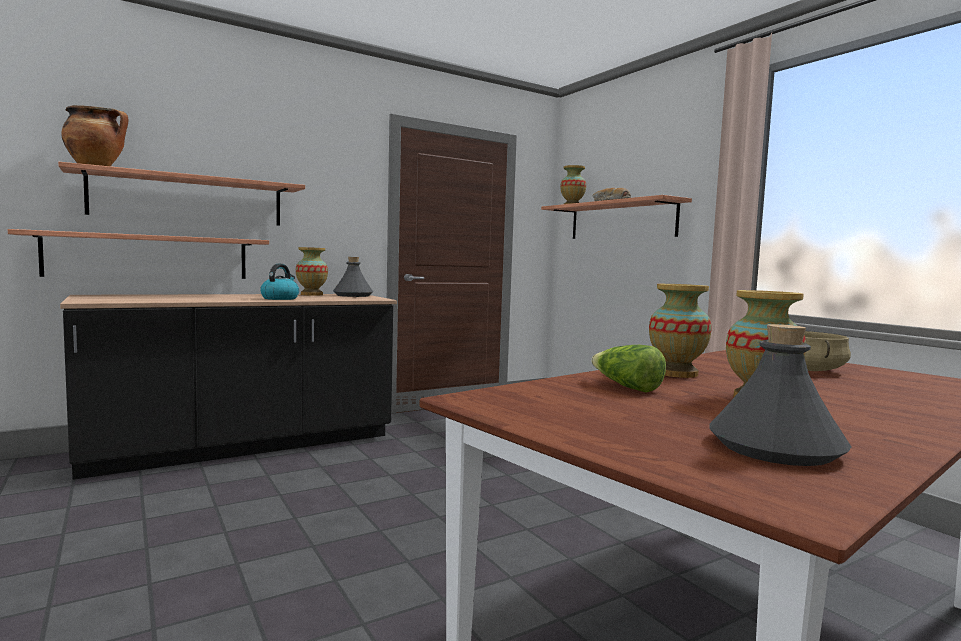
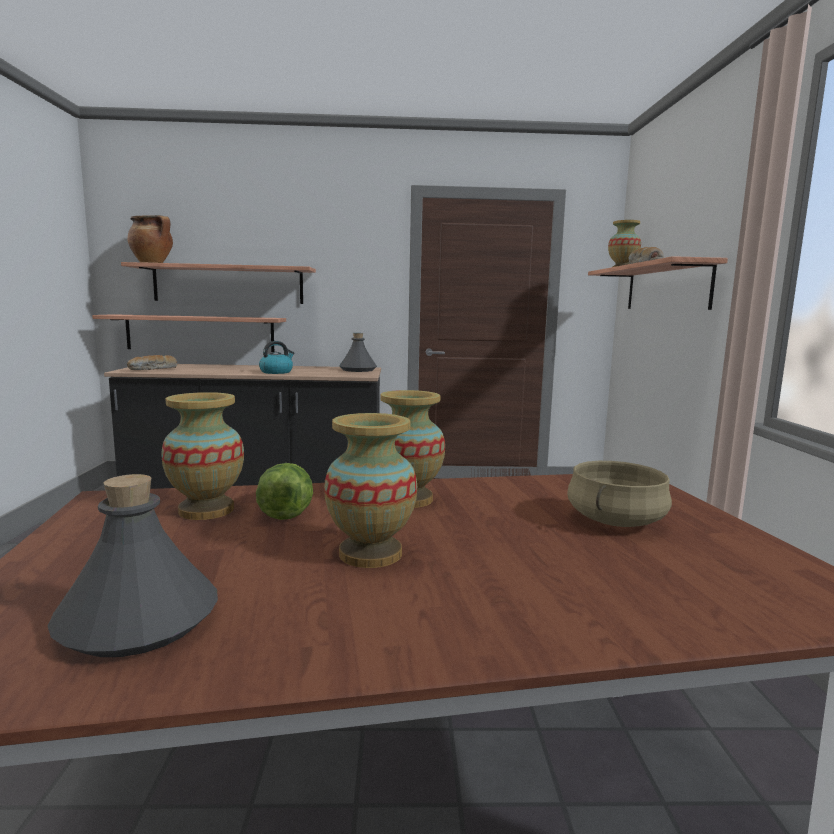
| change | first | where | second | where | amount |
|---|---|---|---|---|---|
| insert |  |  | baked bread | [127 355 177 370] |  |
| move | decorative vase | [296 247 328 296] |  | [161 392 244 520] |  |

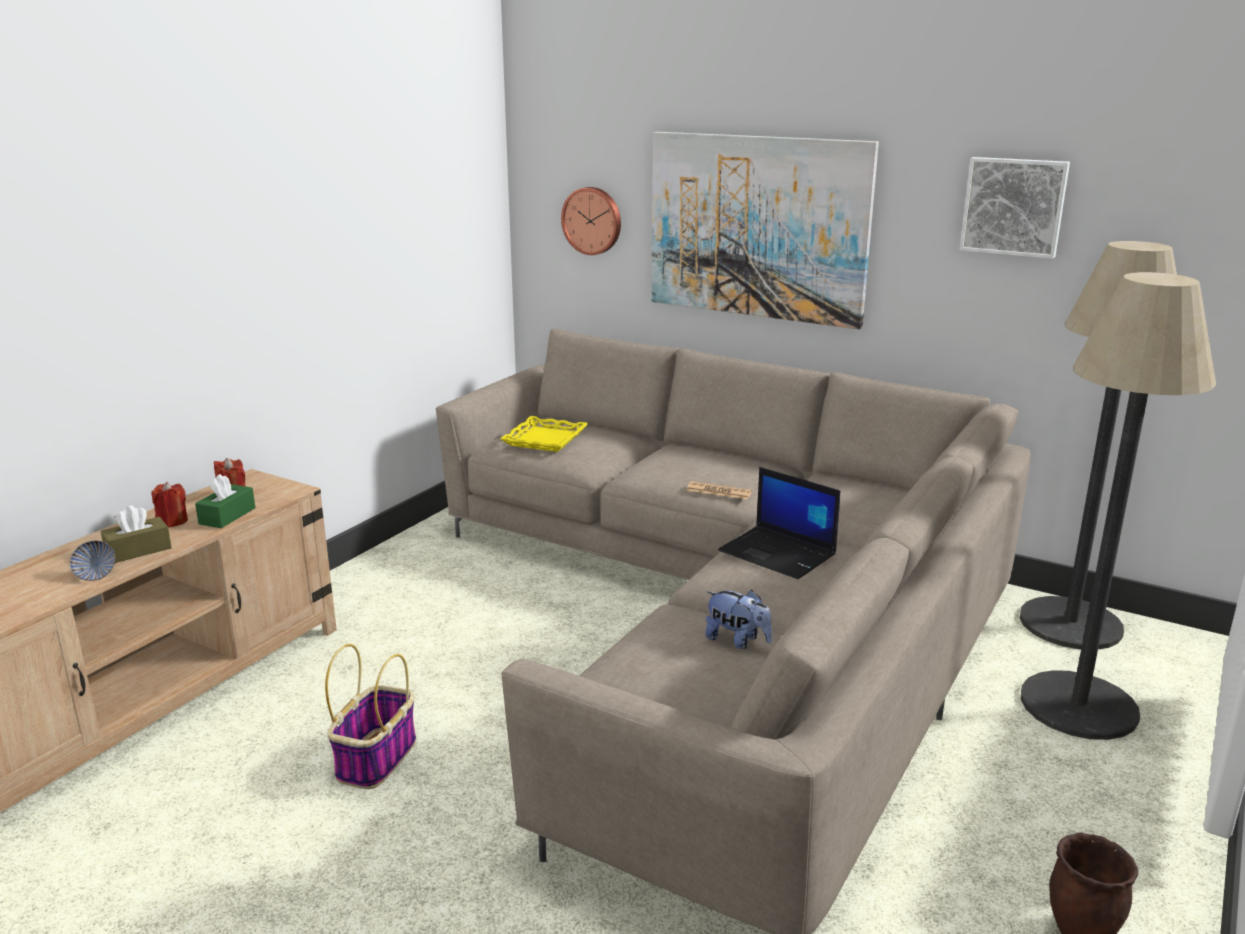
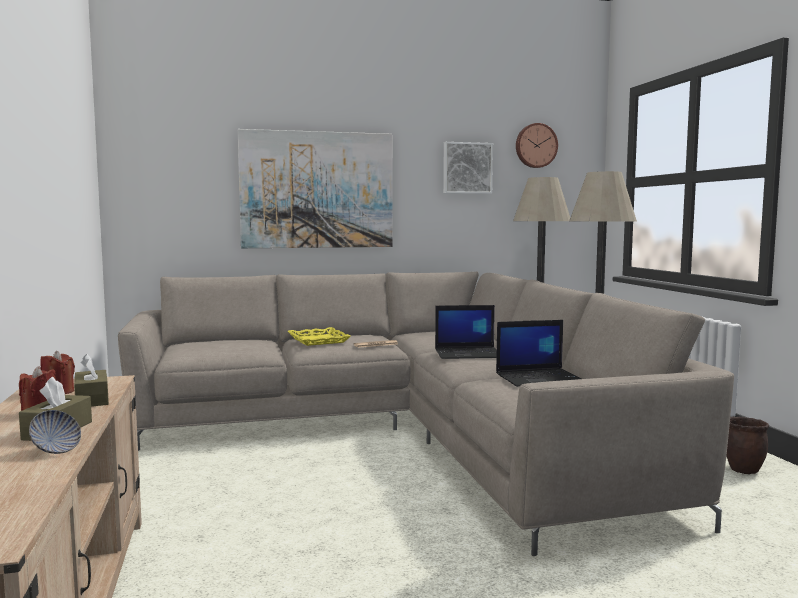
| change | first | where | second | where | amount |
|---|---|---|---|---|---|
| delete | storage basket | [325 644 416 789] |  |  |  |
| move | yellow serving tray | [500 416 588 452] |  | [287 327 351 346] |  |
| move | clock on the wall | [561 187 621 255] |  | [516 123 558 168] |  |
| replace | soft toy | [705 590 772 649] | laptop | [496 320 581 387] |  |
| recolor | green-coloured box of tissues | [195 474 255 528] | brown-coloured box of tissues | [74 354 109 407] |  |

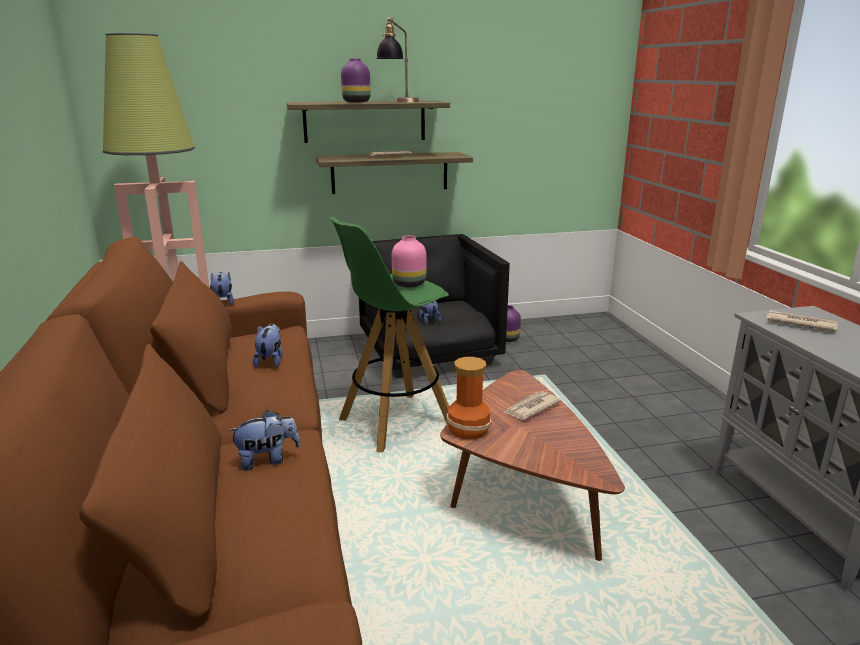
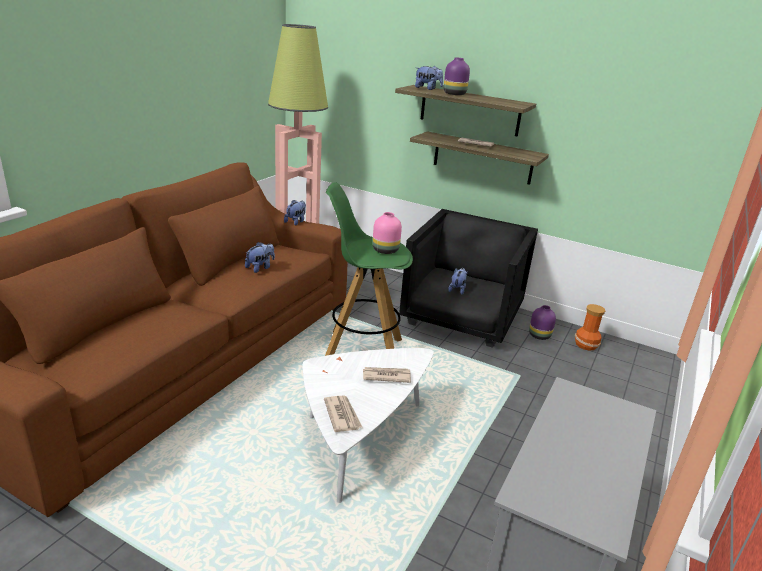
| change | first | where | second | where | amount |
|---|---|---|---|---|---|
| delete | table lamp | [376 17 419 102] |  |  |  |
| move | soft toy | [228 410 301 471] |  | [415 66 443 90] |  |
| move | decorative vase | [446 357 492 439] |  | [575 304 605 351] |  |
| move | printed paper | [767 310 838 332] |  | [324 395 362 432] |  |
| recolor | brown-coloured low table | [440 370 625 561] | whitish low table | [303 348 434 503] |  |

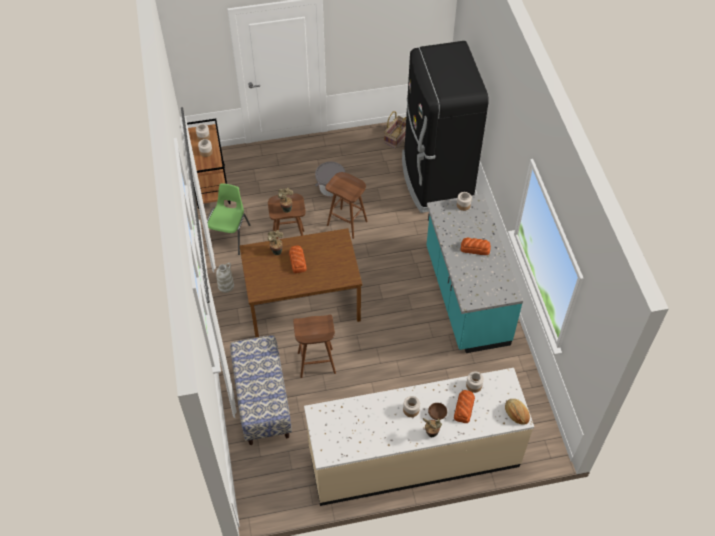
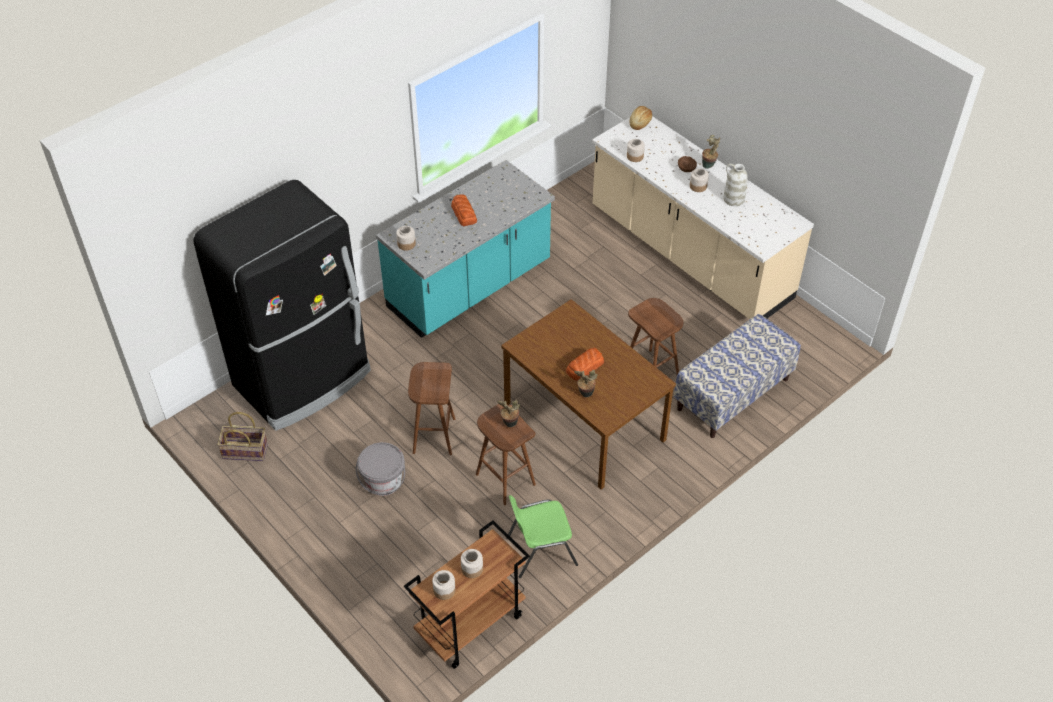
| change | first | where | second | where | amount |
|---|---|---|---|---|---|
| delete | baked bread | [454 390 475 423] |  |  |  |
| move | whitish decorative vase | [216 263 234 293] |  | [723 164 748 206] |  |

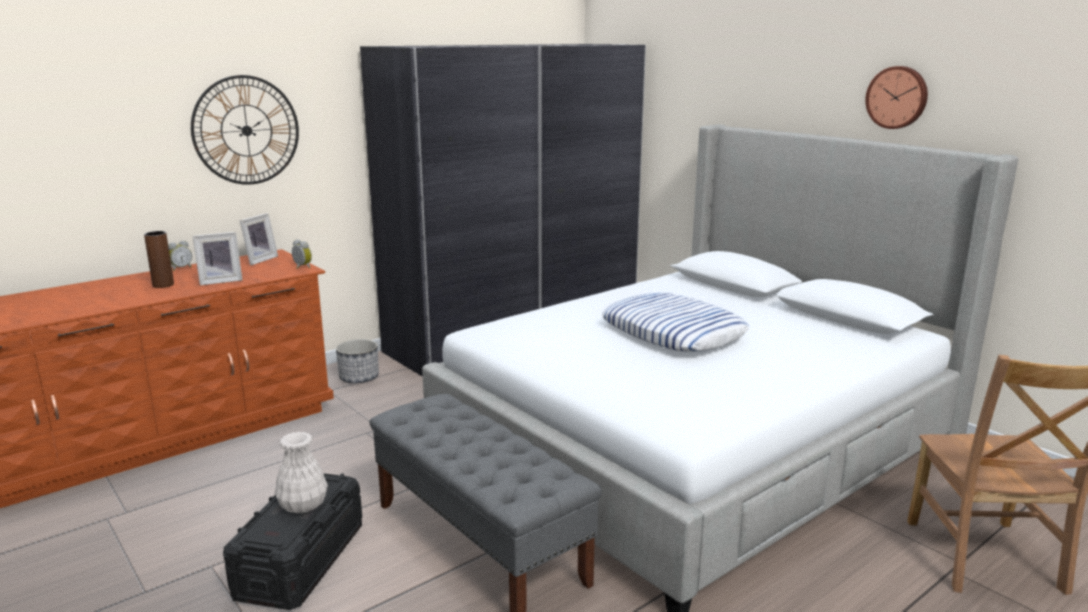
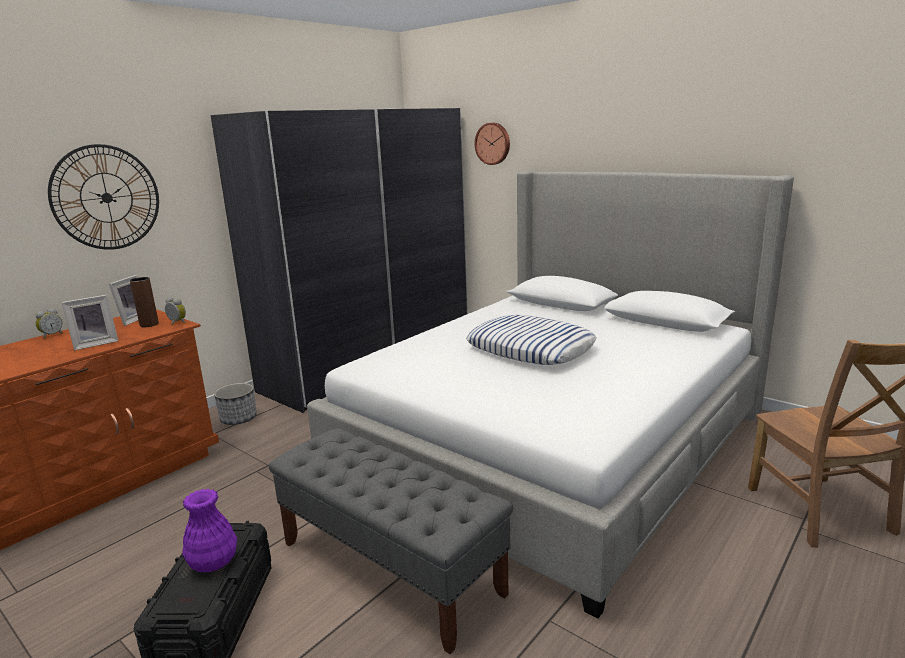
| change | first | where | second | where | amount |
|---|---|---|---|---|---|
| move | brown-coloured decorative vase | [144 231 174 288] |  | [130 277 159 327] |  |
| move | clock on the wall | [865 66 928 129] |  | [475 123 510 165] |  |
| recolor | whitish decorative vase | [275 432 328 513] | purple decorative vase | [182 489 237 572] |  |

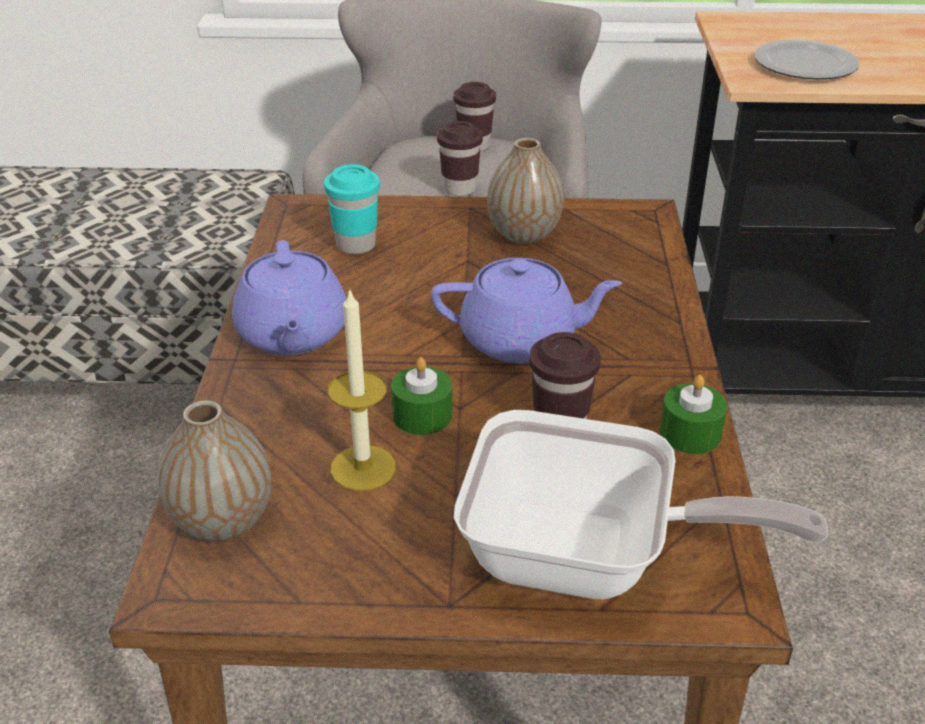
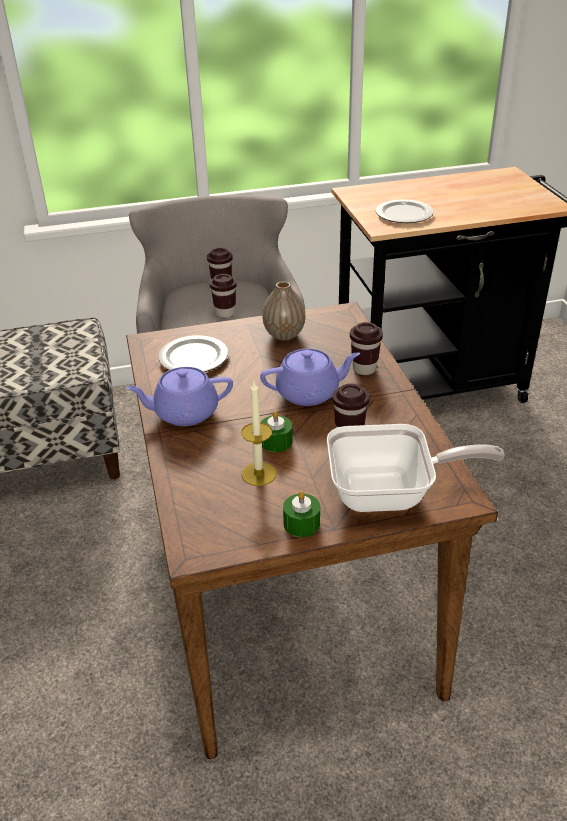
| change | first | where | second | where | amount |
|---|---|---|---|---|---|
| delete | decorative vase | [158 400 271 541] |  |  |  |
| insert |  |  | brown-coloured small cup | [350 322 383 375] |  |
| move | green-coloured wax candle | [660 375 727 454] |  | [283 491 320 537] |  |
| replace | blue-green small cup | [324 164 380 254] | plate | [158 335 228 372] |  |
| rotate | purple tea pot | [232 240 347 355] |  | [126 367 233 426] | 105 degrees clockwise |

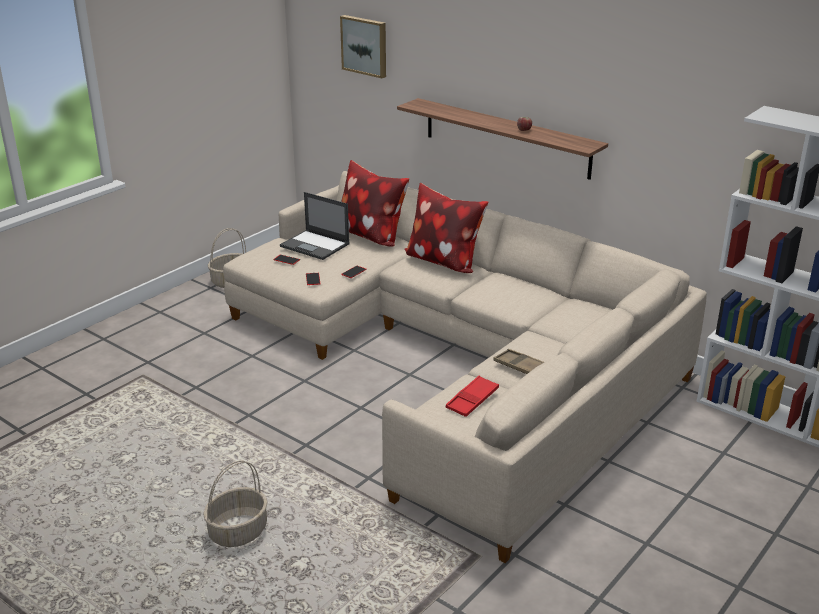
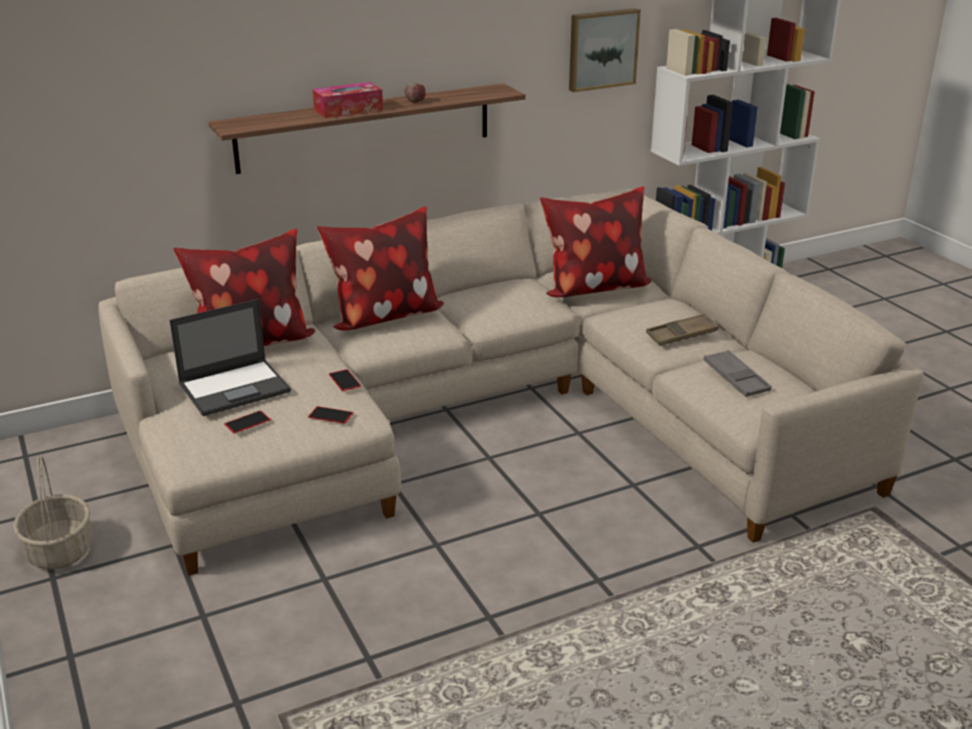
| change | first | where | second | where | amount |
|---|---|---|---|---|---|
| delete | storage basket | [203 461 268 547] |  |  |  |
| insert |  |  | box of tissues | [313 82 383 118] |  |
| insert |  |  | throw pillow | [540 186 652 297] |  |
| move | wall art | [340 15 386 78] |  | [569 8 641 92] |  |
| recolor | reddish serving tray | [446 376 499 417] | gray serving tray | [704 350 771 397] |  |

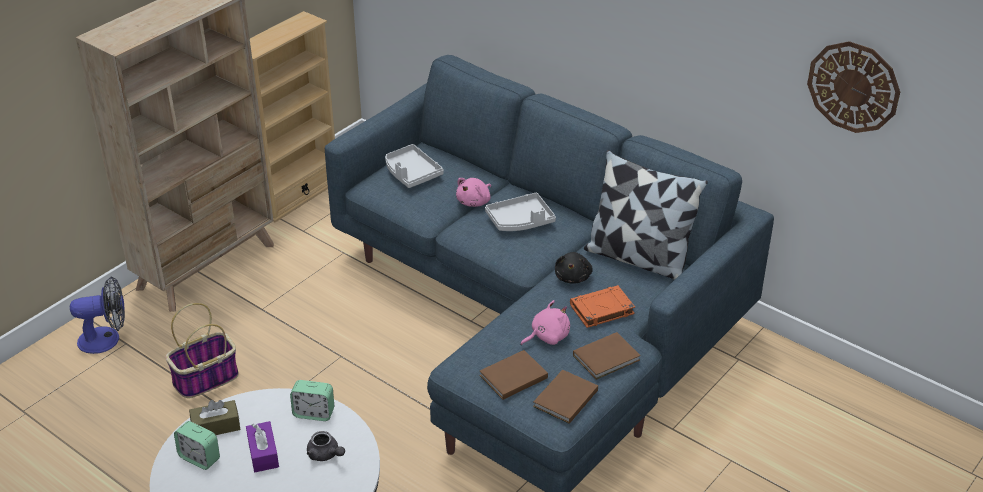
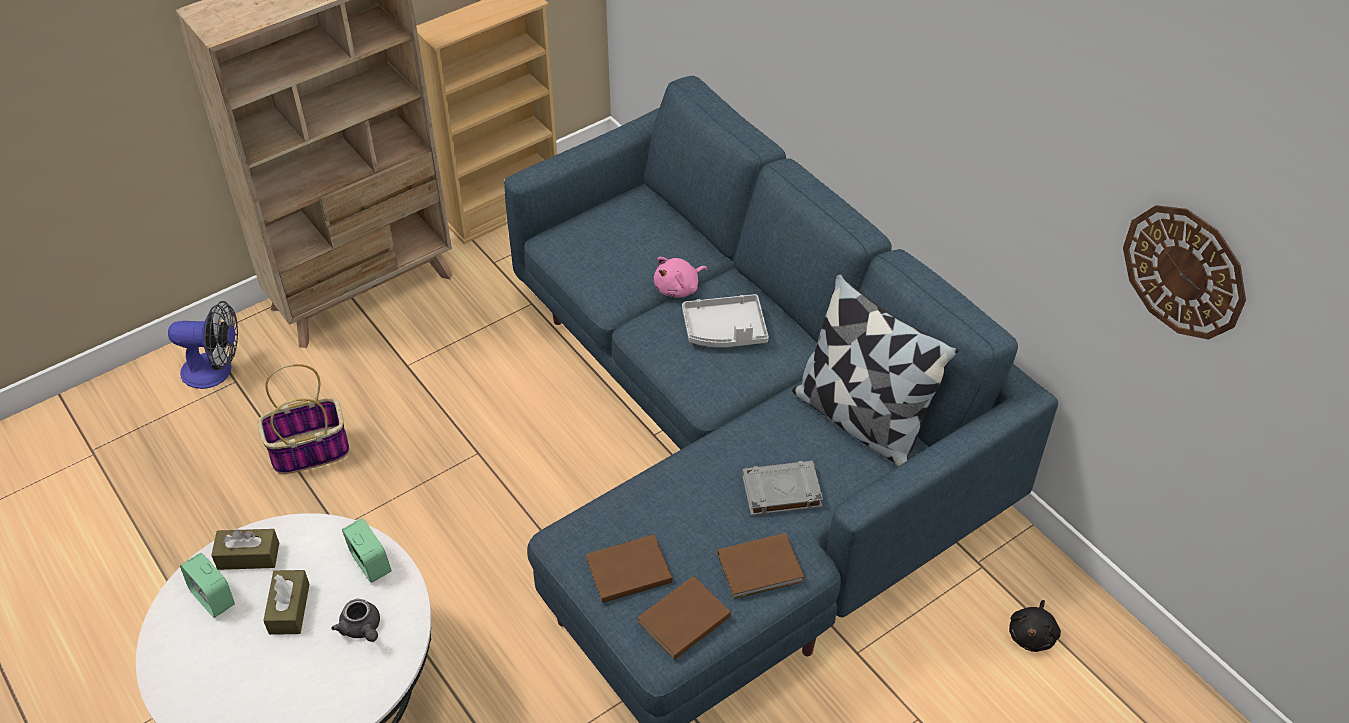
| change | first | where | second | where | amount |
|---|---|---|---|---|---|
| delete | gray serving tray | [385 144 444 188] |  |  |  |
| delete | pink-coloured soft toy | [521 300 570 345] |  |  |  |
| move | black soft toy | [555 252 593 284] |  | [1009 600 1061 652] |  |
| recolor | purple box of tissues | [246 421 279 472] | brown-coloured box of tissues | [263 570 309 635] |  |
| recolor | orangey book | [570 285 635 328] | gray book | [742 461 823 516] |  |
| rotate | alarm clock | [290 380 334 421] |  | [342 518 392 583] | 150 degrees counterclockwise |

